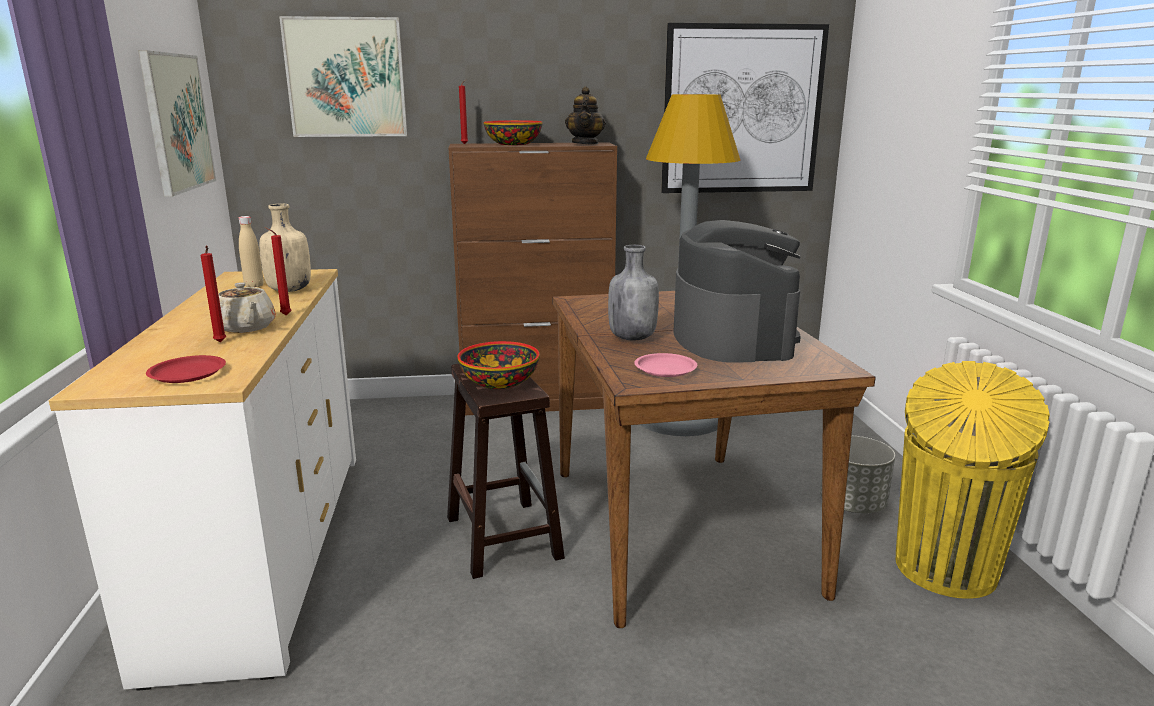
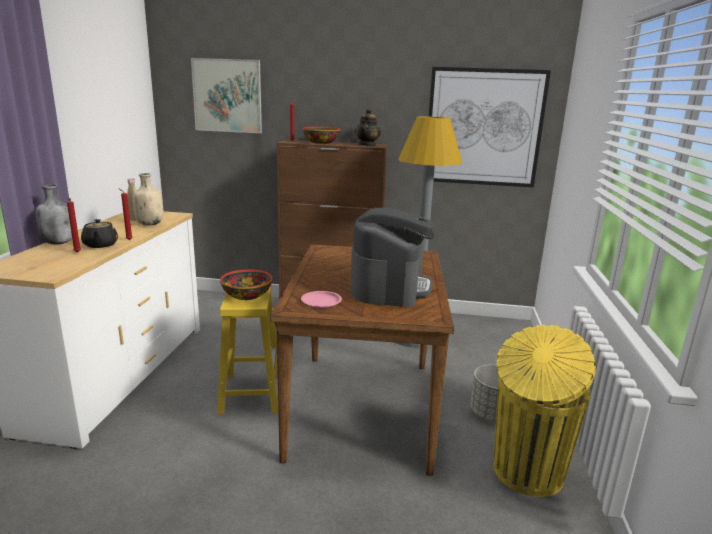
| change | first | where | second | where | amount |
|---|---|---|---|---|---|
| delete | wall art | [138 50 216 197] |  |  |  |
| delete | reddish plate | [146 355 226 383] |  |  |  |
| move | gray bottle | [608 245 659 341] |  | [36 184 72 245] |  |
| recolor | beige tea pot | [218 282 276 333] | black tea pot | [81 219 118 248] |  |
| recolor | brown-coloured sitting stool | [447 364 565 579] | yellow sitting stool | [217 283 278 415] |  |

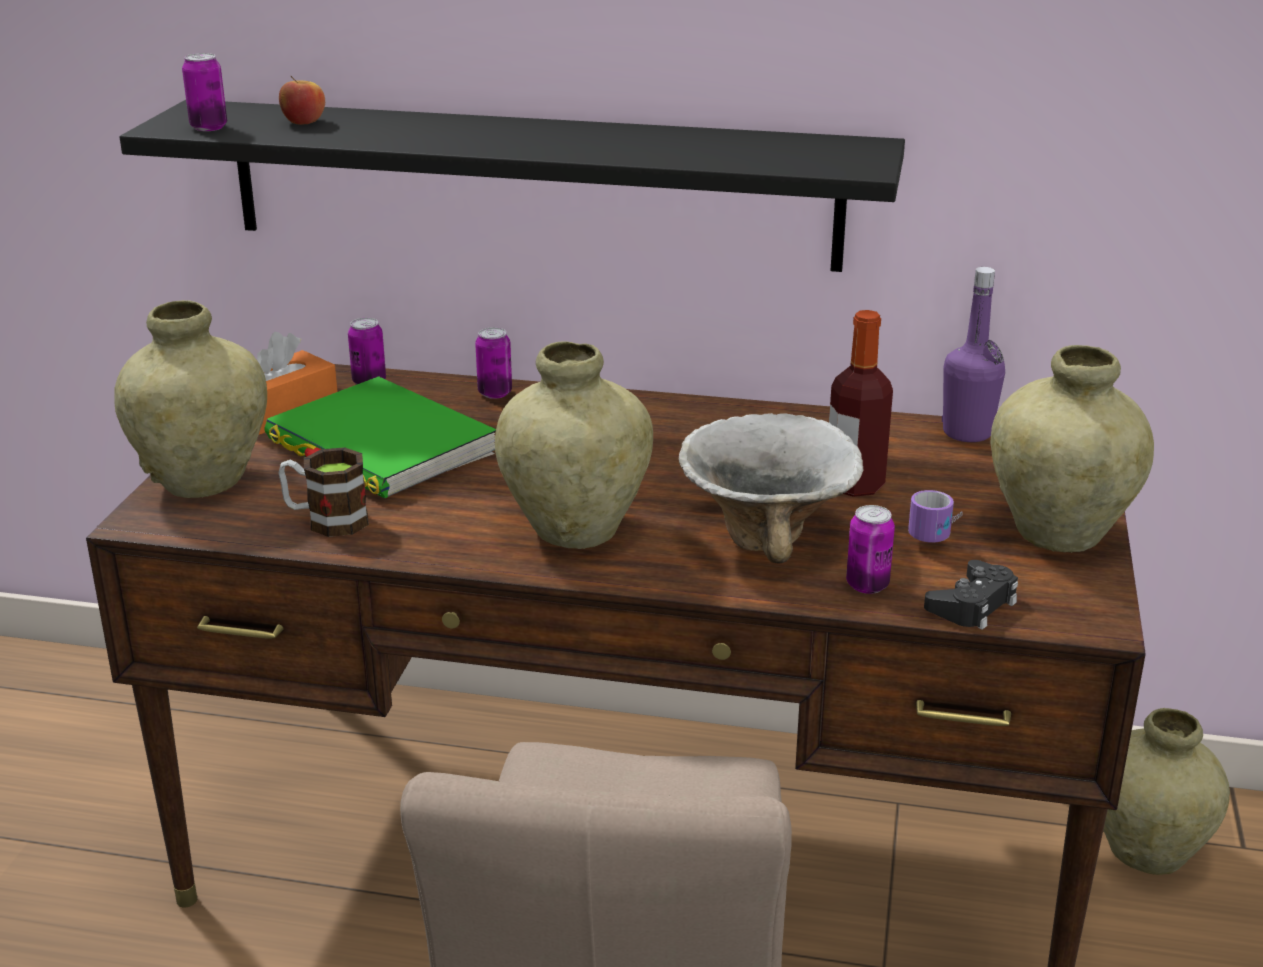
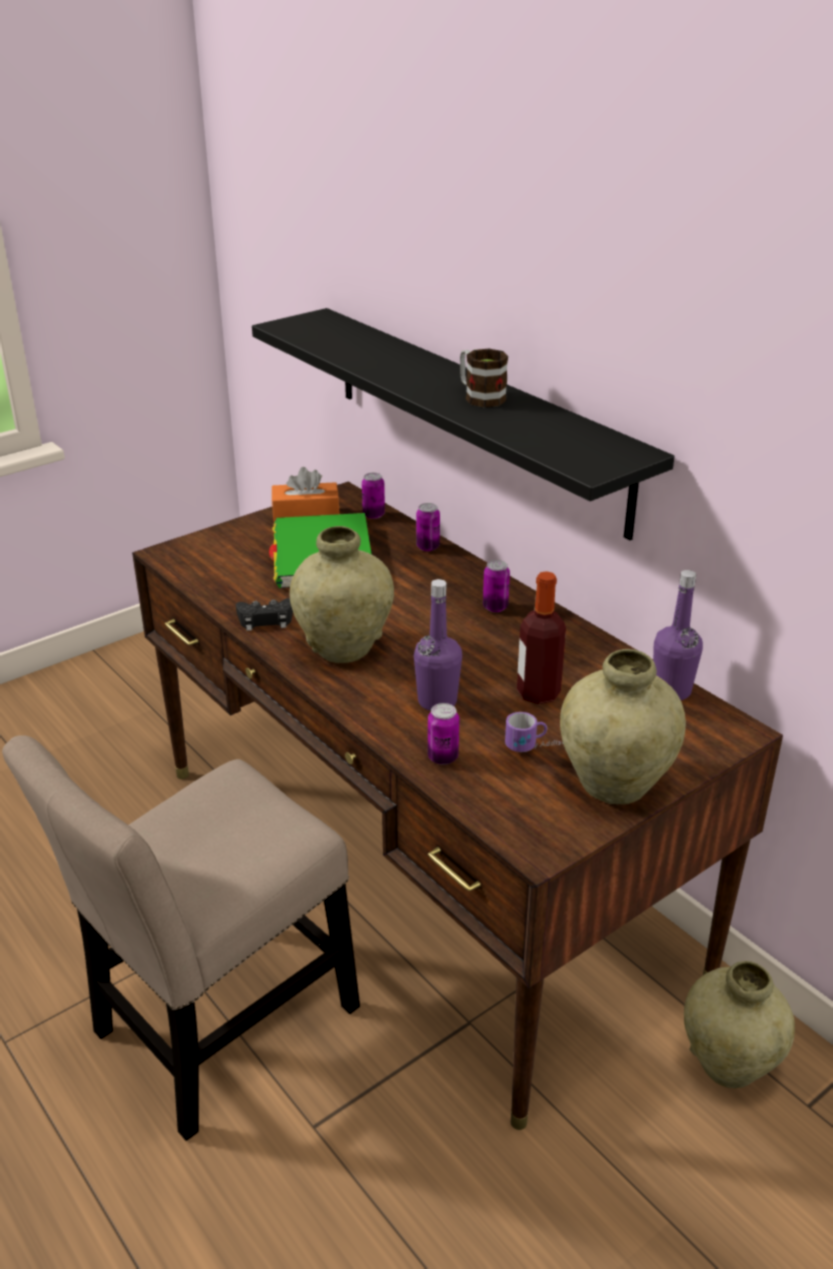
| change | first | where | second | where | amount |
|---|---|---|---|---|---|
| delete | beige decorative vase | [114 300 267 498] |  |  |  |
| delete | apple | [279 76 325 125] |  |  |  |
| move | sealed can | [182 53 227 131] |  | [483 560 510 612] |  |
| move | tea mug | [278 447 369 537] |  | [460 349 508 408] |  |
| move | black gamepad | [924 560 1018 630] |  | [236 598 293 631] |  |
| replace | bowl | [679 413 863 563] | purple bottle | [414 579 462 711] |  |

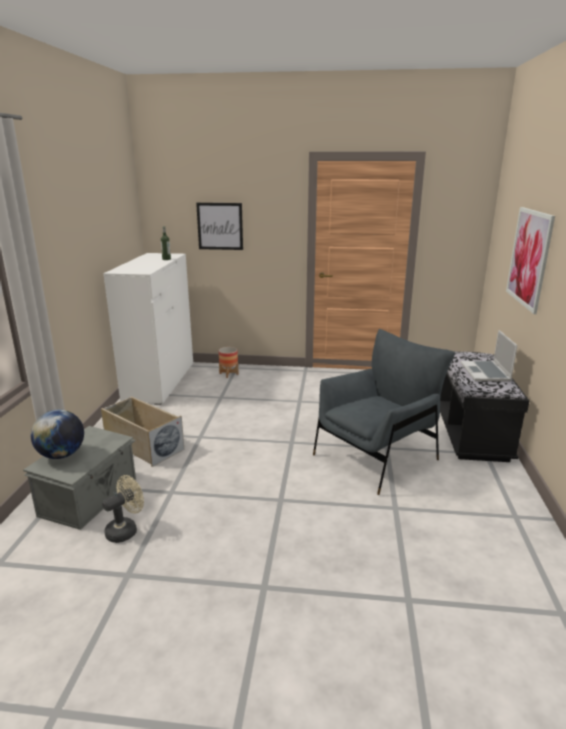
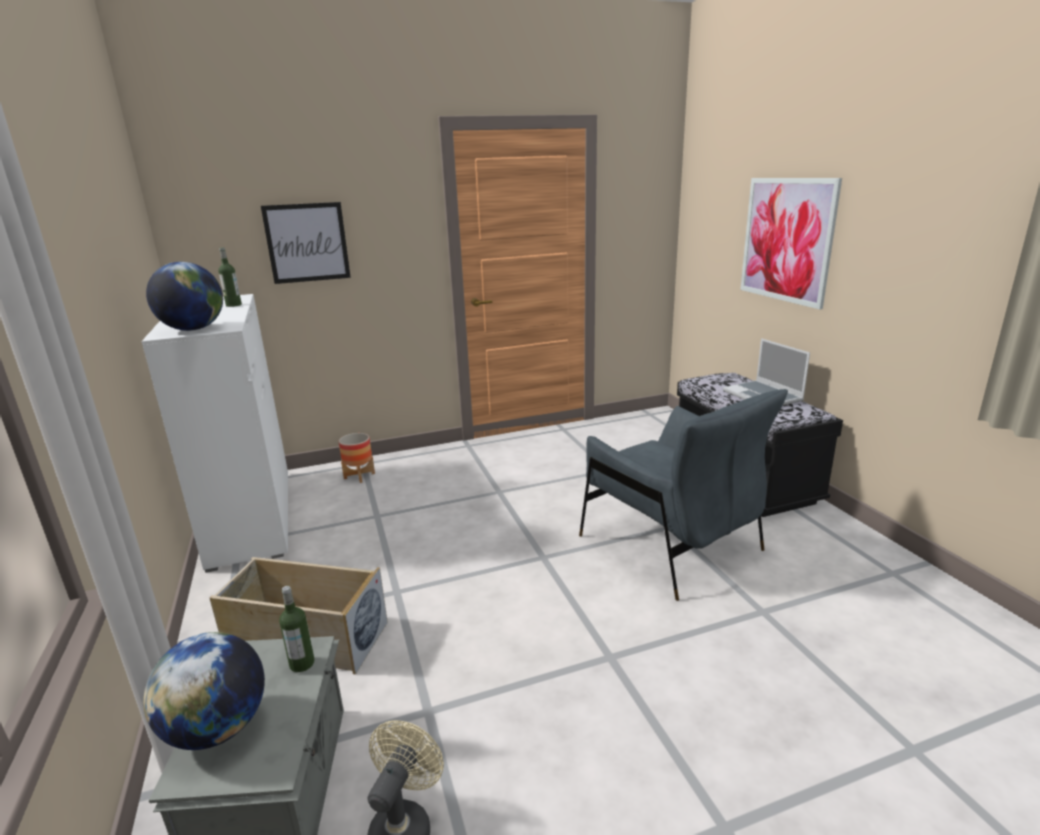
| change | first | where | second | where | amount |
|---|---|---|---|---|---|
| insert |  |  | world globe | [146 262 223 331] |  |
| insert |  |  | bottle | [279 586 315 672] |  |
| rotate | gray easy chair | [313 329 455 495] |  | [579 389 788 601] | 120 degrees clockwise |

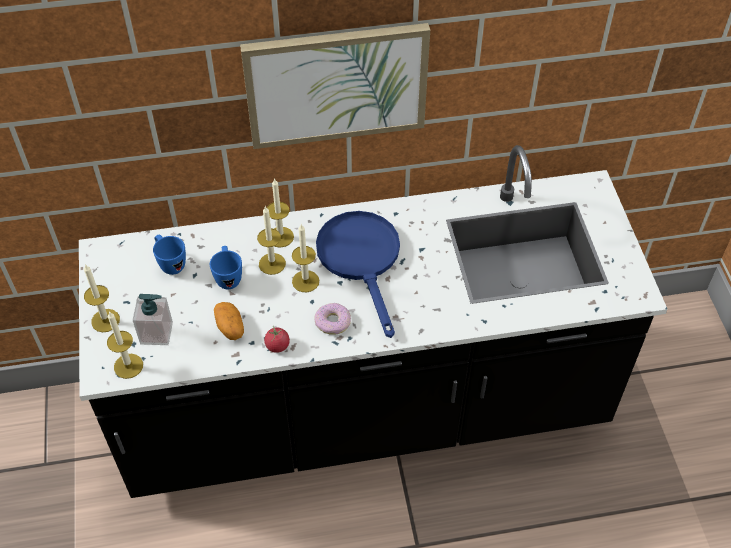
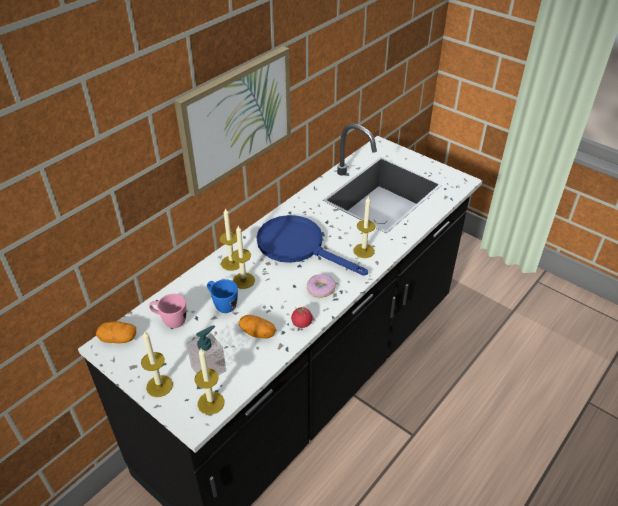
| change | first | where | second | where | amount |
|---|---|---|---|---|---|
| insert |  |  | potato | [96 321 136 343] |  |
| move | wax candle | [292 224 319 292] |  | [353 196 375 258] |  |
| recolor | blue-coloured tea mug | [153 235 186 275] | pink-coloured tea mug | [149 294 186 328] |  |

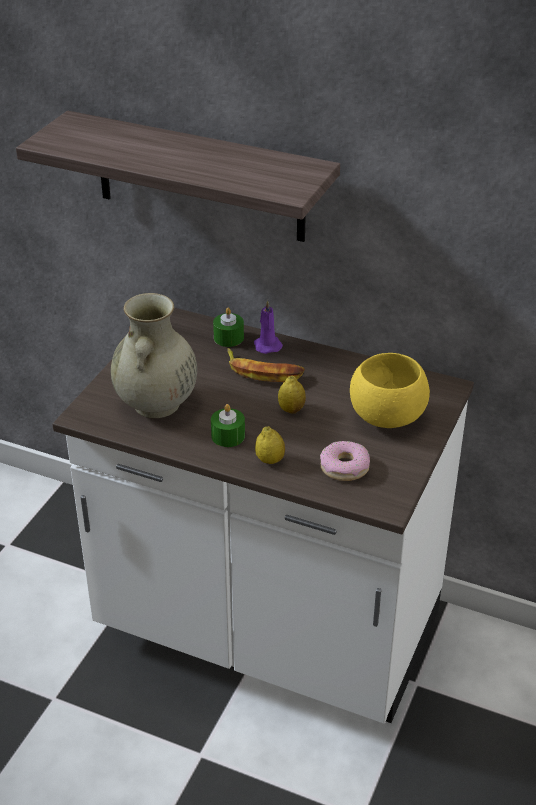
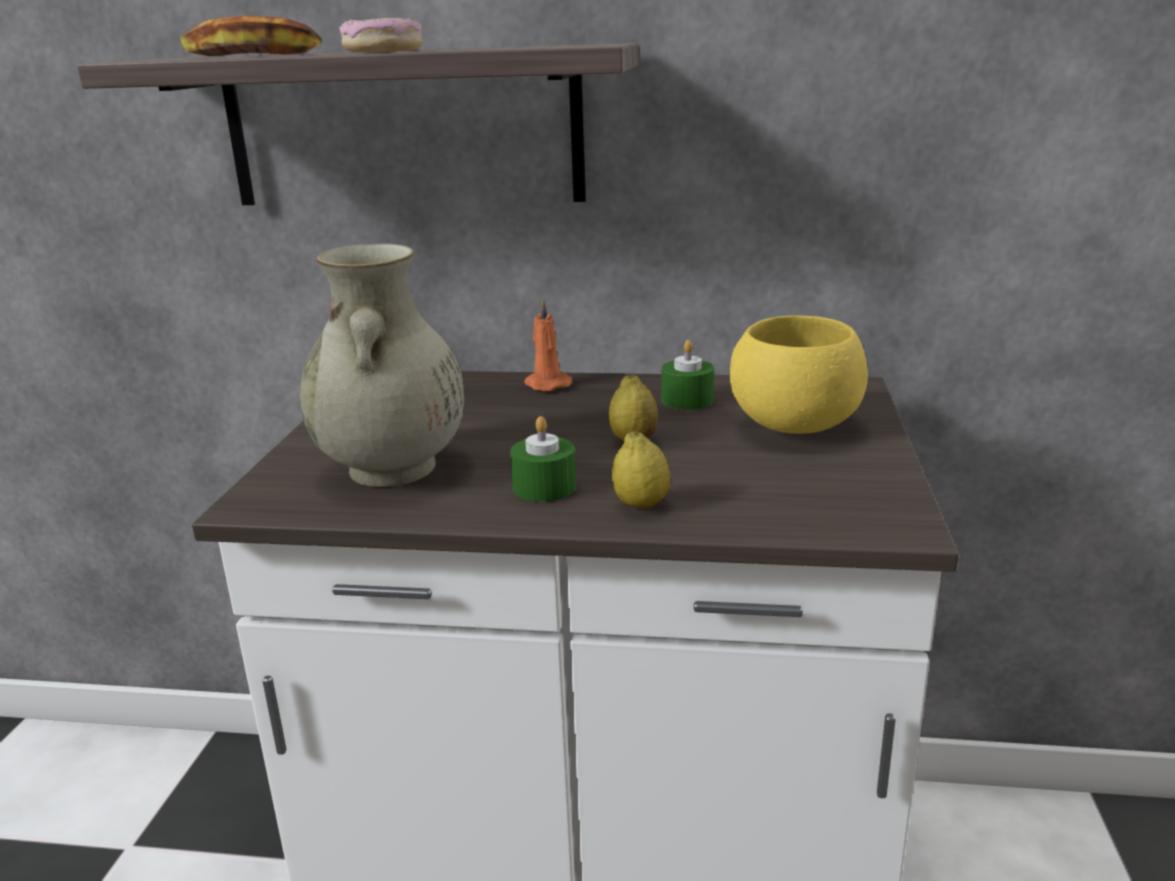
| change | first | where | second | where | amount |
|---|---|---|---|---|---|
| move | green-coloured wax candle | [213 308 244 347] |  | [661 340 714 410] |  |
| move | banana fruit | [227 348 305 382] |  | [181 16 322 56] |  |
| move | donut | [320 441 370 481] |  | [339 17 423 52] |  |
| recolor | purple wax candle | [254 300 283 354] | orangey wax candle | [524 299 572 391] |  |

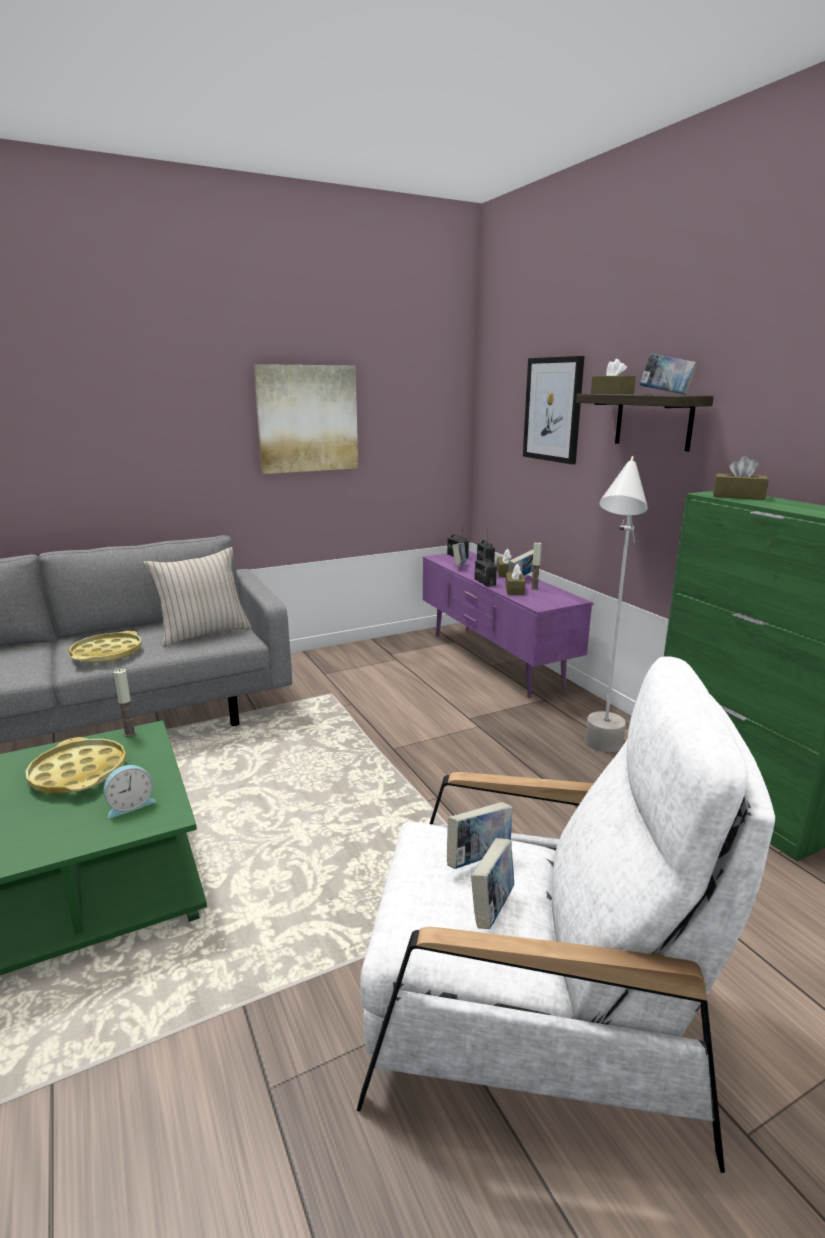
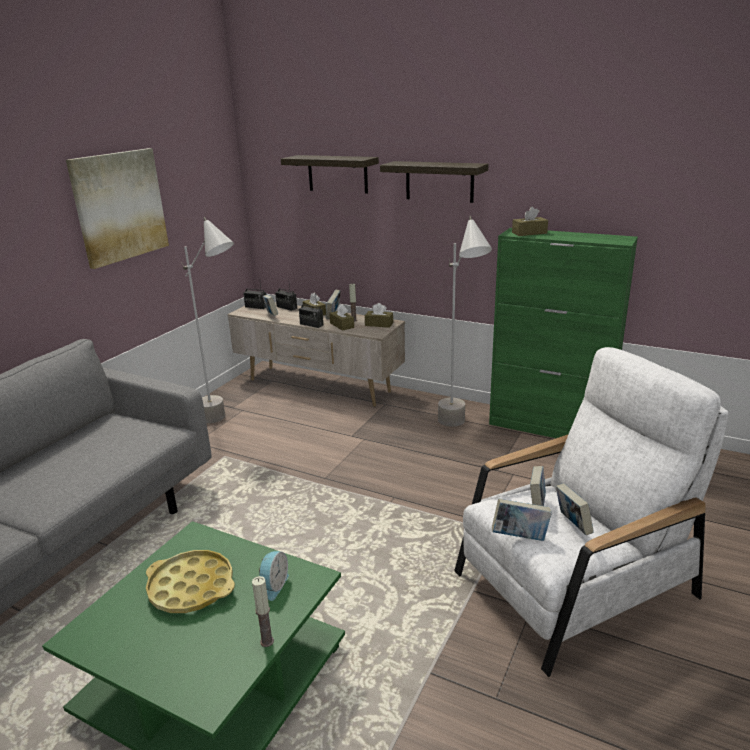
| change | first | where | second | where | amount |
|---|---|---|---|---|---|
| delete | yellow serving tray | [69 631 142 664] |  |  |  |
| delete | beige throw pillow | [143 547 251 648] |  |  |  |
| insert |  |  | gray standard lamp | [181 217 234 423] |  |
| move | wax candle | [114 669 136 737] |  | [252 576 274 647] |  |
| move | brown-coloured box of tissues | [591 359 636 394] |  | [365 303 393 328] |  |
| move | book | [640 353 698 395] |  | [492 499 552 541] |  |
| replace | wall art | [523 356 584 464] | wall shelf | [281 155 379 194] |  |
| recolor | purple media console | [423 551 594 698] | beige media console | [227 302 405 406] |  |

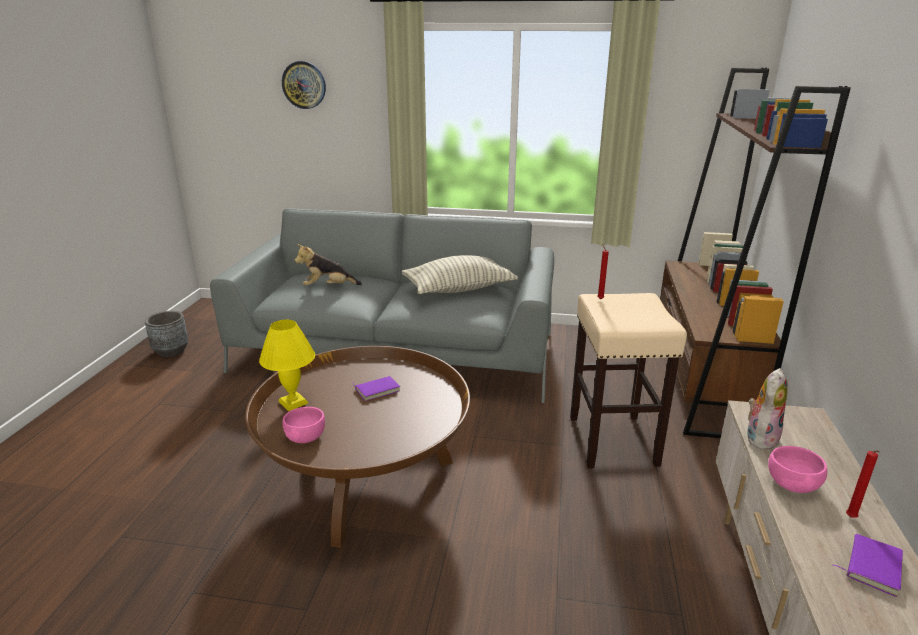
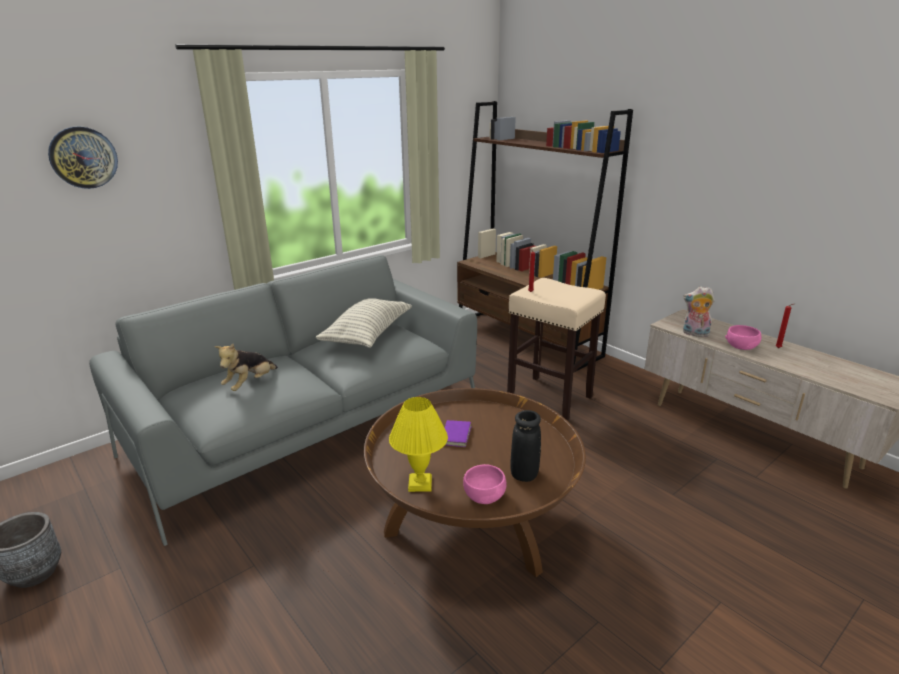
| change | first | where | second | where | amount |
|---|---|---|---|---|---|
| delete | purple book | [832 534 903 597] |  |  |  |
| insert |  |  | black decorative vase | [510 410 541 482] |  |
| rotate | soft toy | [747 368 787 450] |  | [683 287 715 337] | 60 degrees counterclockwise |

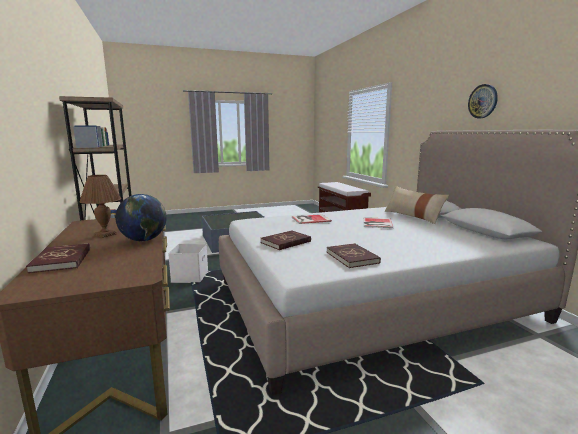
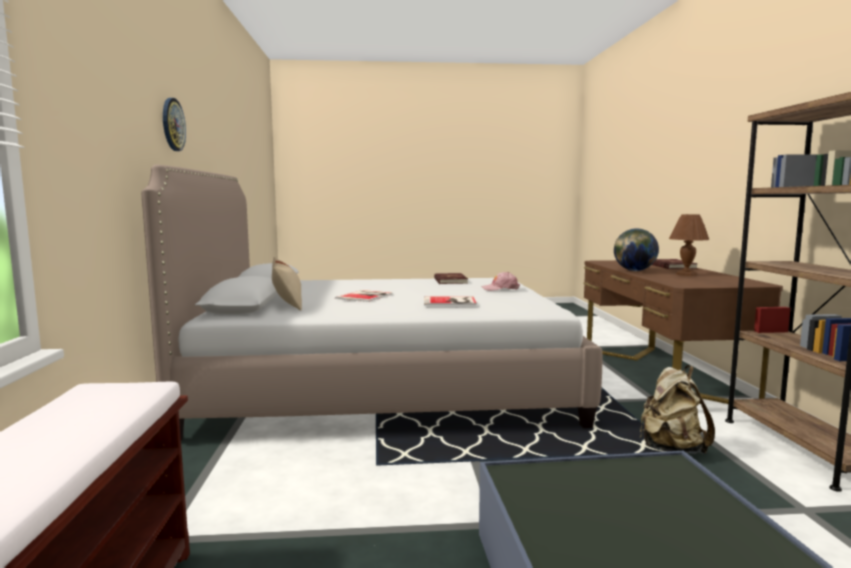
| change | first | where | second | where | amount |
|---|---|---|---|---|---|
| replace | whitish storage container | [168 244 208 283] | beige rucksack | [640 365 715 454] |  |
| replace | reddish book | [261 230 311 250] | pink-coloured cap | [481 272 520 291] |  |

